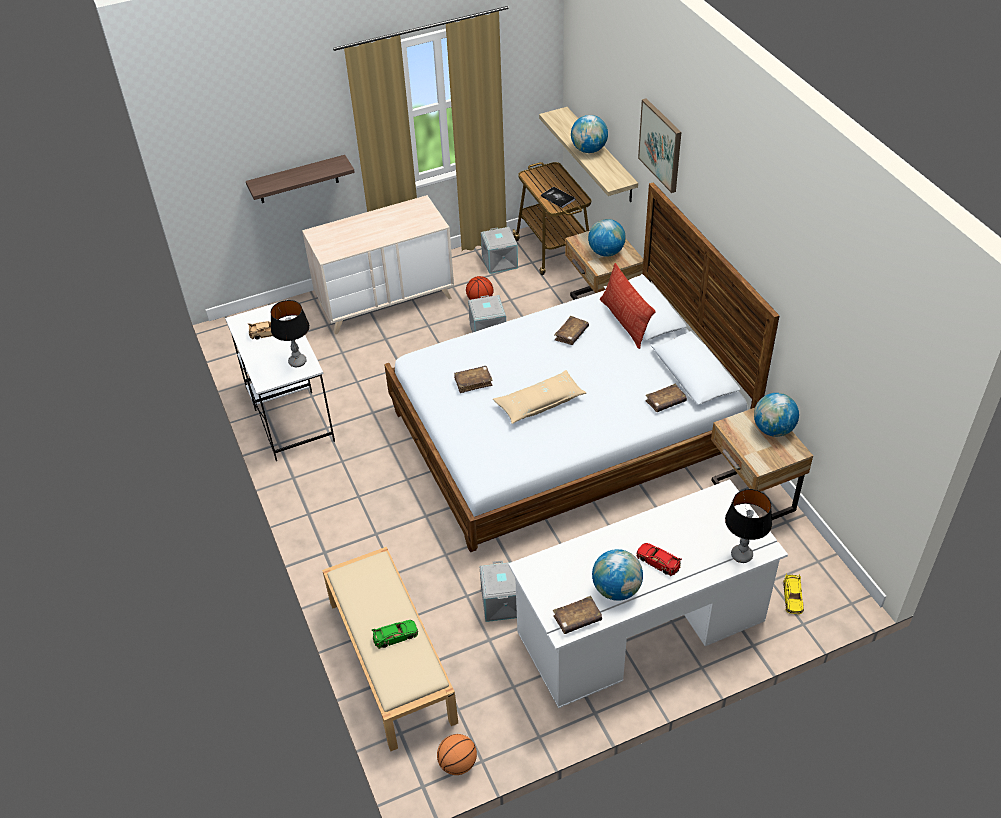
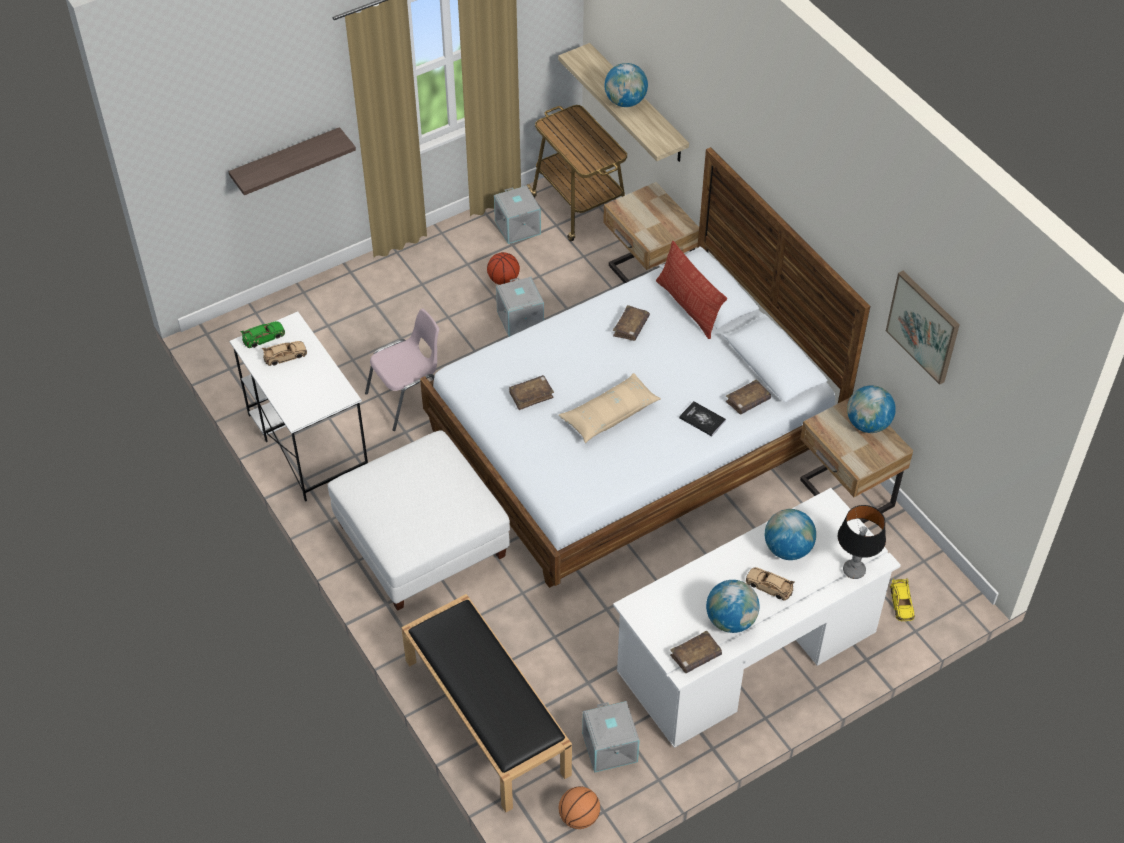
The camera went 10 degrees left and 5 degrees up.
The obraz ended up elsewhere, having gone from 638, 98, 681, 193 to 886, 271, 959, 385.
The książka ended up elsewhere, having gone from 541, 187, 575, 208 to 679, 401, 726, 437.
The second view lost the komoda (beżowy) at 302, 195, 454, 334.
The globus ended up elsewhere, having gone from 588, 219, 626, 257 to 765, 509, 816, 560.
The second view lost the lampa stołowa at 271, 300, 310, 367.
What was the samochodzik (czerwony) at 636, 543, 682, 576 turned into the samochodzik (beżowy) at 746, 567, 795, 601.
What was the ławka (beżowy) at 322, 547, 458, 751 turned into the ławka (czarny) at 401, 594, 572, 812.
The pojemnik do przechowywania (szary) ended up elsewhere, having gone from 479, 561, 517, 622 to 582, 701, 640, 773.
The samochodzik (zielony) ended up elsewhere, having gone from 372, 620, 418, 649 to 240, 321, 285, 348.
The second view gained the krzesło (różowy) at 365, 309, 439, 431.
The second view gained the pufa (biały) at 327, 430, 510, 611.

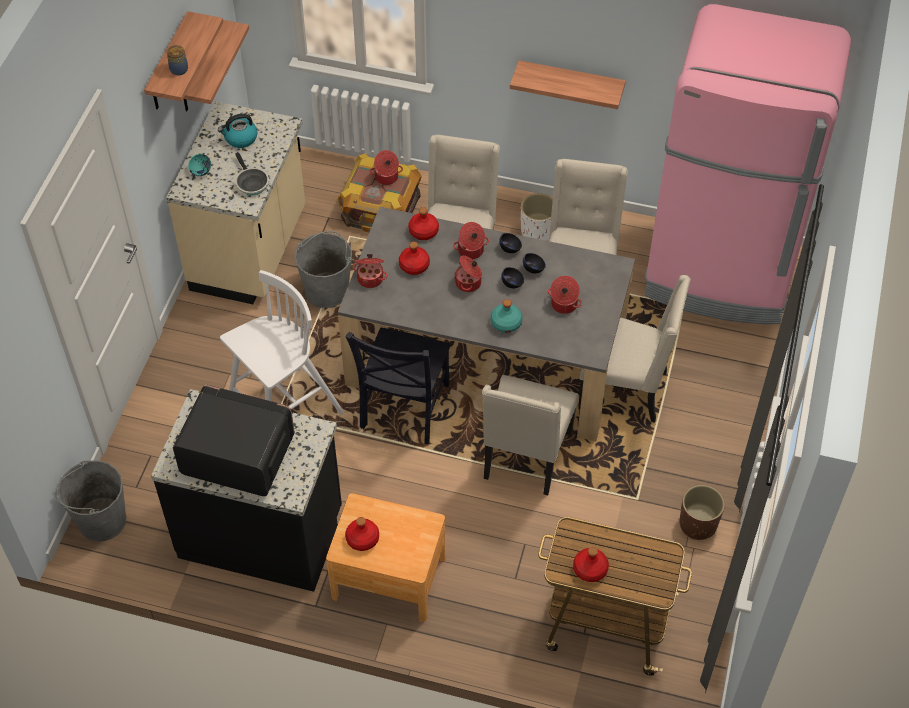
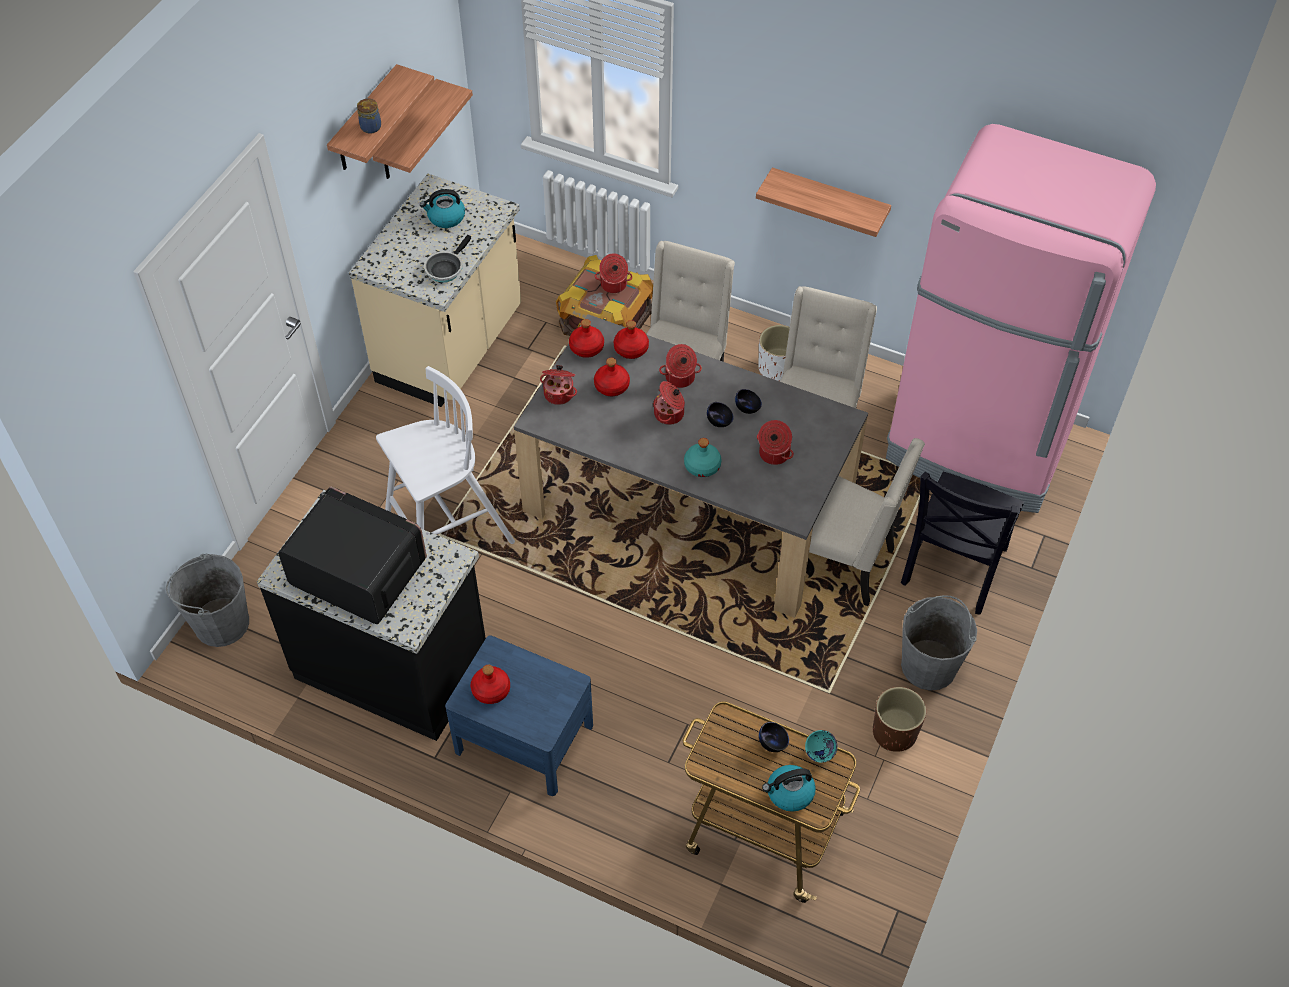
The camera went 10 degrees right and 0 degrees up.
The patelnia at 235, 152, 269, 195 ended up facing another way, 45 degrees clockwise from before.
The miska (turkusowy) ended up elsewhere, having gone from 188, 154, 211, 176 to 805, 730, 837, 763.
The wiadro (szary) ended up elsewhere, having gone from 294, 231, 352, 308 to 901, 595, 977, 691.
The miska (czarny) ended up elsewhere, having gone from 499, 233, 522, 253 to 759, 722, 789, 752.
The krzesło (czarny) ended up elsewhere, having gone from 345, 327, 451, 444 to 901, 472, 1024, 615.
The second view lost the krzesło (beżowy) at 482, 375, 578, 496.
What was the szafka nocna (brązowy) at 326, 493, 445, 622 turned into the szafka nocna (niebieski) at 445, 636, 593, 796.
The butelka (czerwony) ended up elsewhere, having gone from 573, 547, 609, 582 to 569, 319, 604, 358.
The second view gained the czajnik at 762, 765, 816, 812.

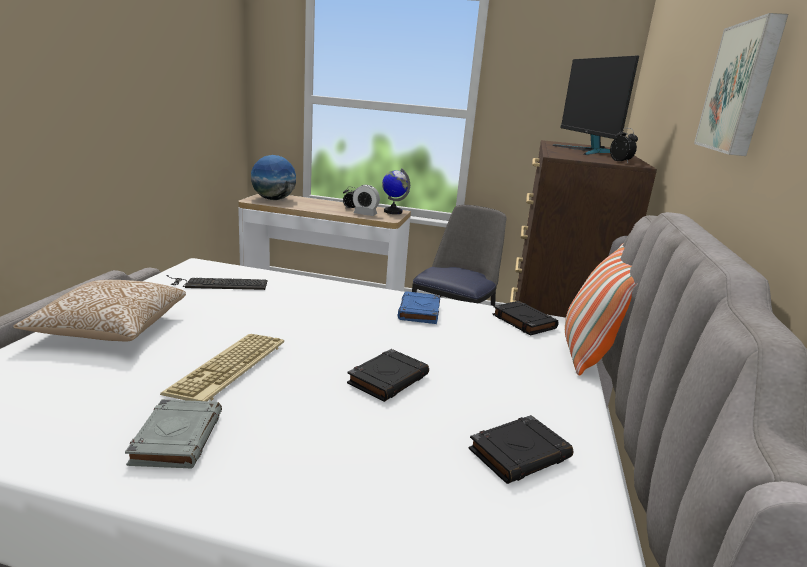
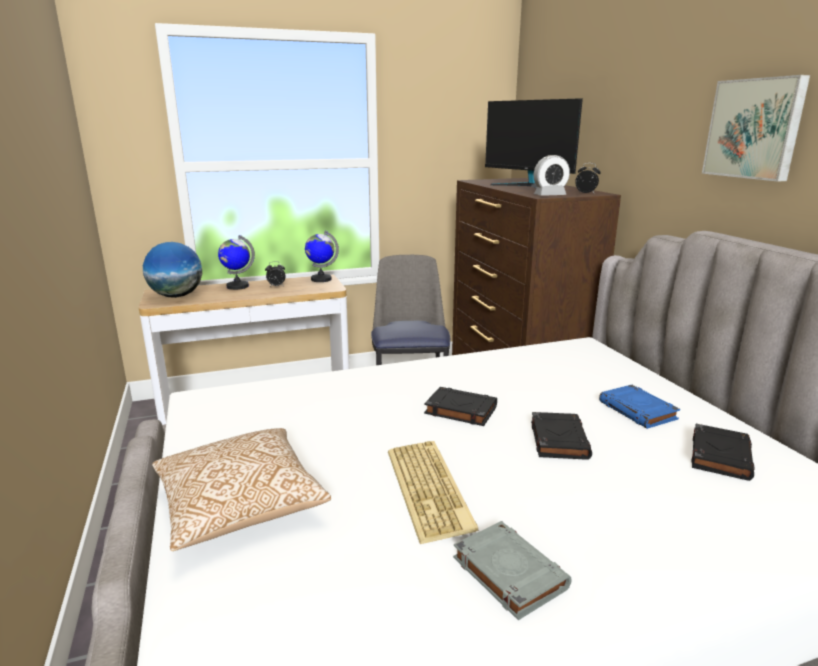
The camera went 30 degrees left and 0 degrees up.
The budzik ended up elsewhere, having gone from 353, 185, 380, 216 to 534, 155, 570, 196.
The second view lost the poduszka at 565, 244, 638, 376.
The second view lost the klawiatura at 166, 275, 267, 290.
The książka (niebieski) ended up elsewhere, having gone from 398, 291, 440, 324 to 599, 385, 680, 429.
The książka (czarny) ended up elsewhere, having gone from 492, 301, 559, 336 to 424, 387, 497, 426.
The second view gained the globus at 218, 235, 255, 290.

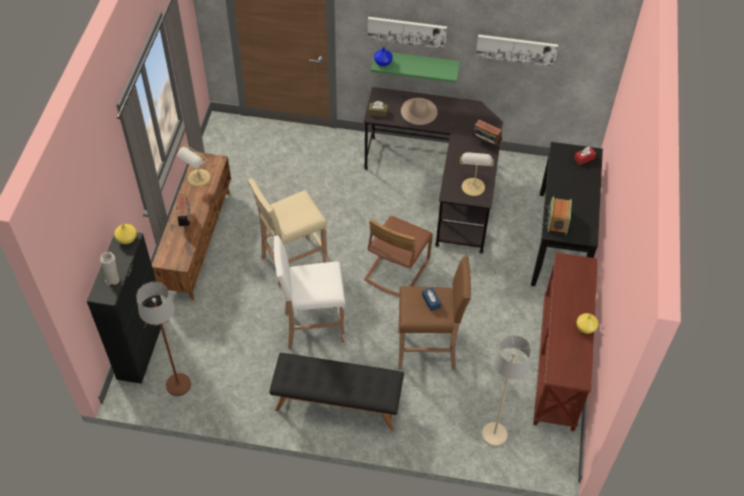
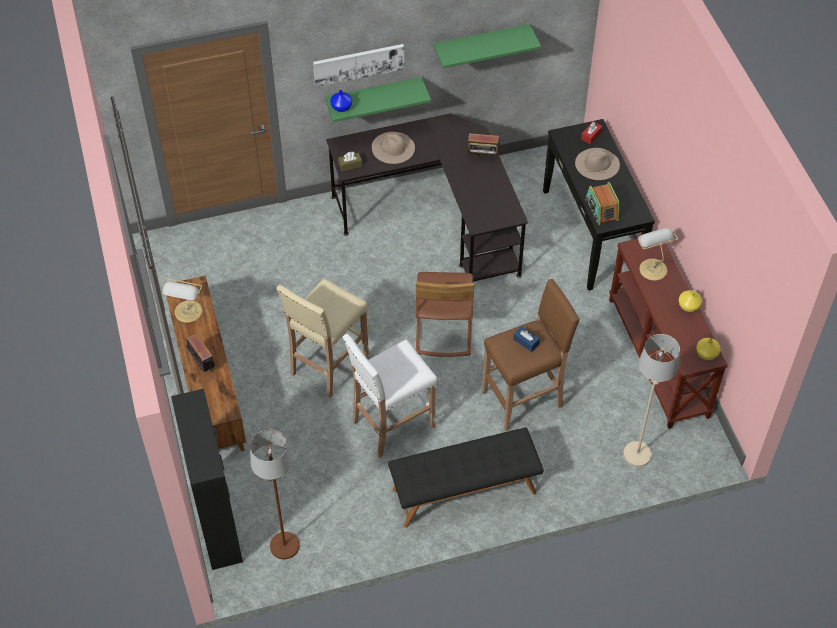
The camera went 25 degrees left and 0 degrees up.
Where the obraz hung at 475, 34, 558, 67, the półka (zielony) came to hang at 434, 24, 541, 69.
The lampa stołowa ended up elsewhere, having gone from 460, 152, 494, 196 to 638, 228, 678, 281.
The wazon (żółty) ended up elsewhere, having gone from 114, 224, 137, 244 to 696, 338, 721, 360.
The second view lost the wazon (biały) at 100, 252, 120, 285.
The second view gained the kapelusz (beżowy) at 575, 148, 620, 180.

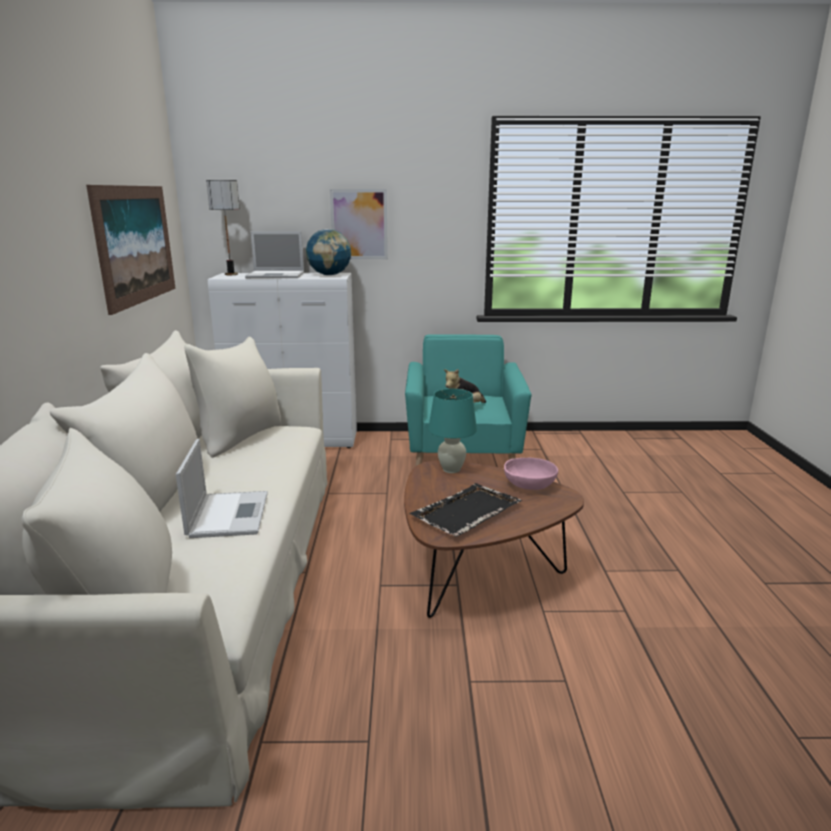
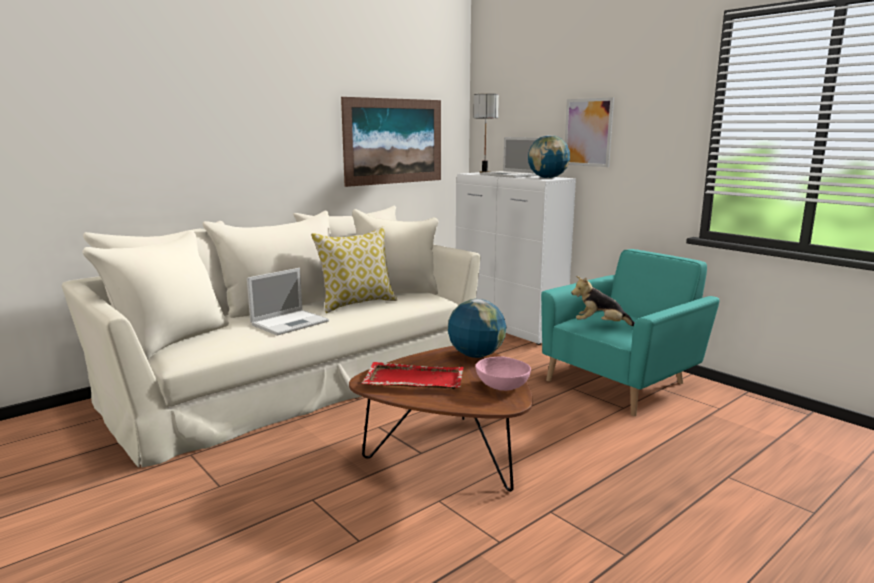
The camera went 50 degrees right and 5 degrees down.
Where the lampa stołowa (turkusowy) stood at 428, 389, 477, 473, the globus came to stand at 448, 299, 506, 358.
What was the taca (czarny) at 409, 483, 522, 537 turned into the taca (czerwony) at 362, 362, 464, 389.
The second view gained the poduszka at 311, 226, 397, 313.

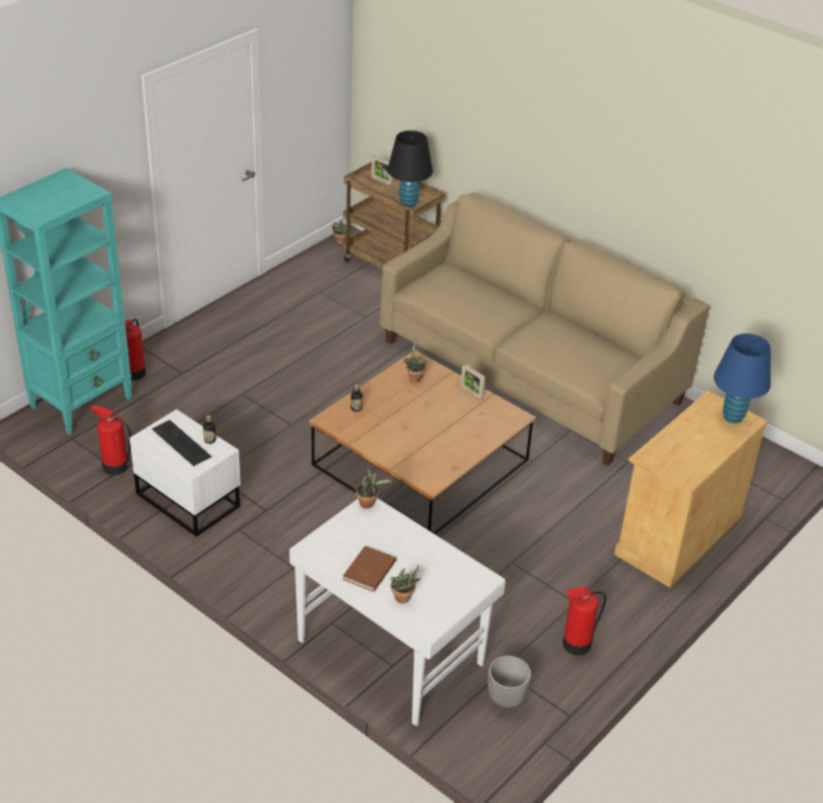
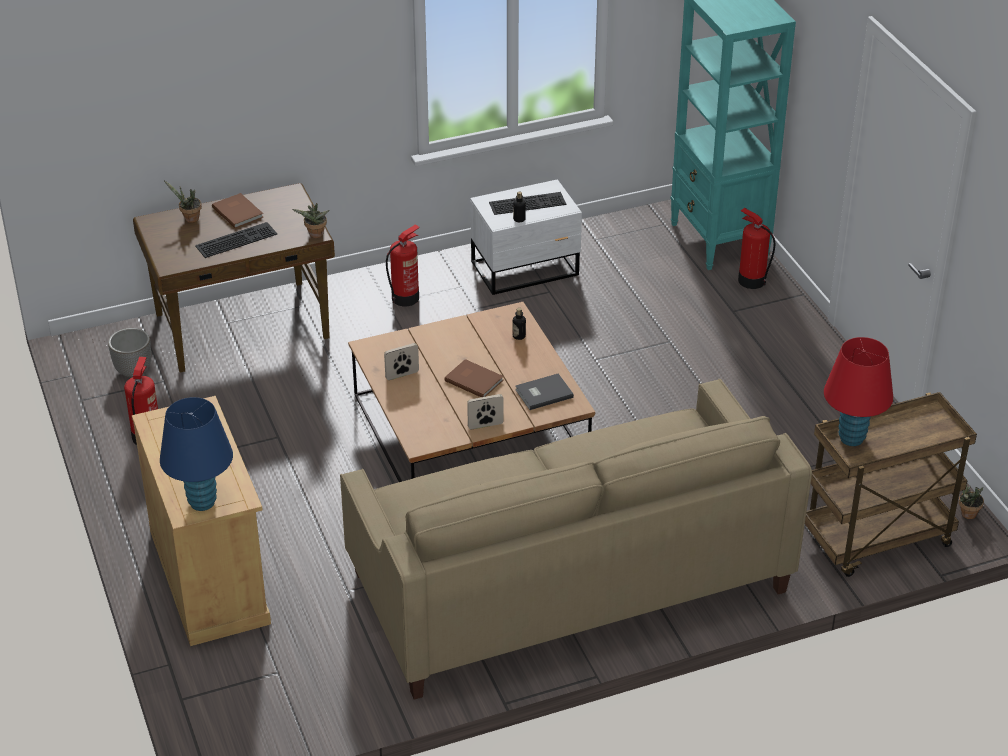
The camera went 120 degrees right and 0 degrees up.
What was the lampa stołowa (czarny) at 387, 130, 433, 208 turned into the lampa stołowa (czerwony) at 824, 337, 893, 446.
The ramka na zdjęcie ended up elsewhere, having gone from 371, 155, 393, 185 to 384, 343, 419, 380.
Where the roślina doniczkowa stood at 402, 338, 427, 382, the książka (szary) came to stand at 515, 373, 574, 410.
The gaśnica ended up elsewhere, having gone from 90, 405, 131, 475 to 386, 224, 420, 306.
What was the biurko (biały) at 289, 498, 506, 727 turned into the biurko (brązowy) at 133, 183, 335, 373.
The second view gained the klawiatura at 195, 222, 277, 258.
The second view gained the książka (brązowy) at 444, 359, 504, 397.

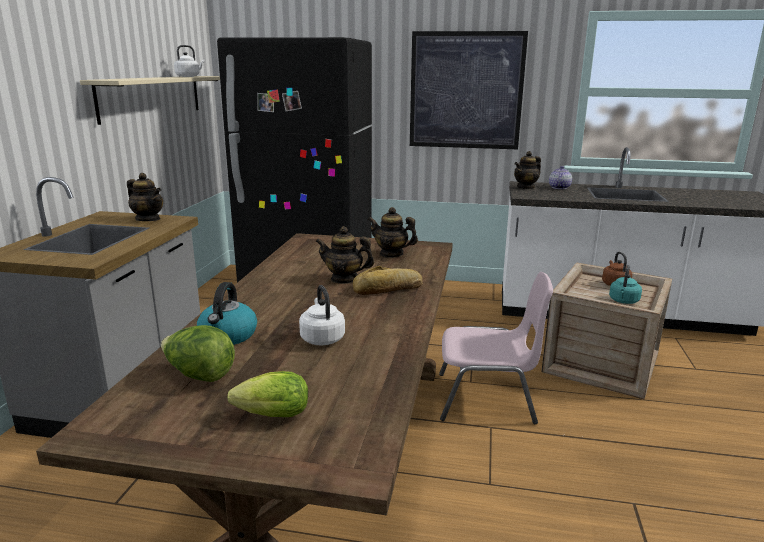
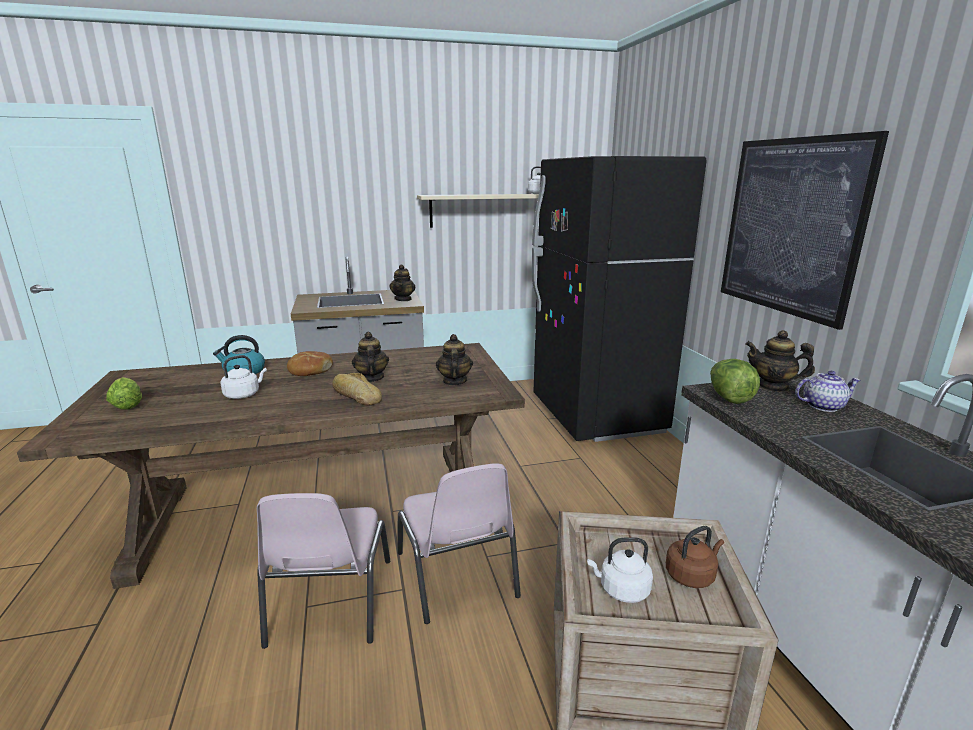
The camera went 65 degrees right and 0 degrees up.
What was the czajnik (turkusowy) at 609, 265, 642, 304 turned into the czajnik (biały) at 587, 537, 653, 603.
The sałata ended up elsewhere, having gone from 161, 325, 235, 382 to 710, 359, 760, 404.
The second view gained the chleb at 287, 351, 333, 376.
The second view gained the krzesło (różowy) at 257, 493, 390, 649.

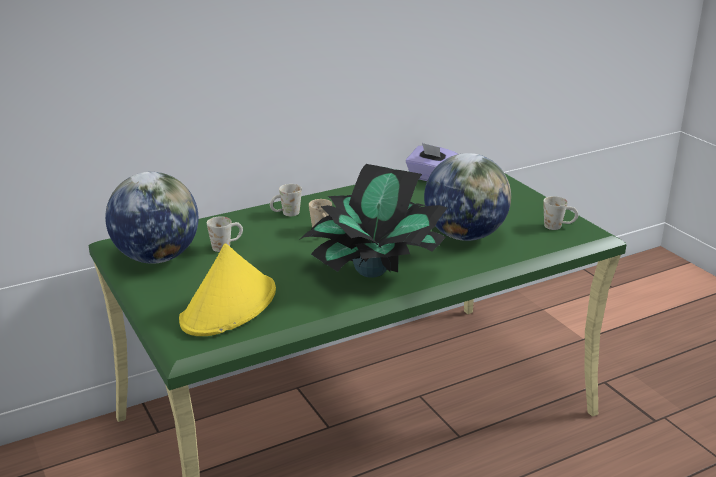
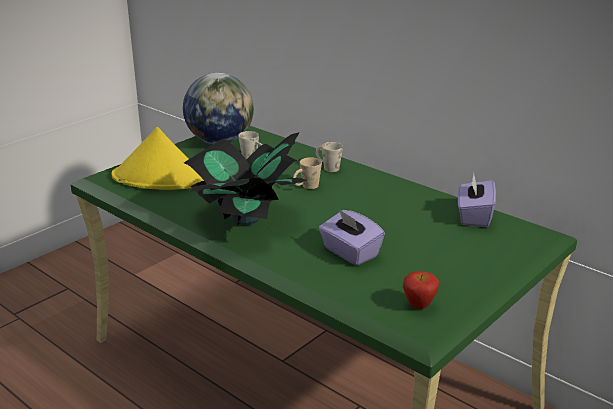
The camera went 70 degrees right and 0 degrees up.
Where the globus stood at 424, 153, 511, 241, the pudełko chusteczek (fioletowy) came to stand at 319, 209, 385, 266.
Where the kubek (biały) stood at 543, 196, 578, 230, the jabłko came to stand at 403, 271, 439, 309.

